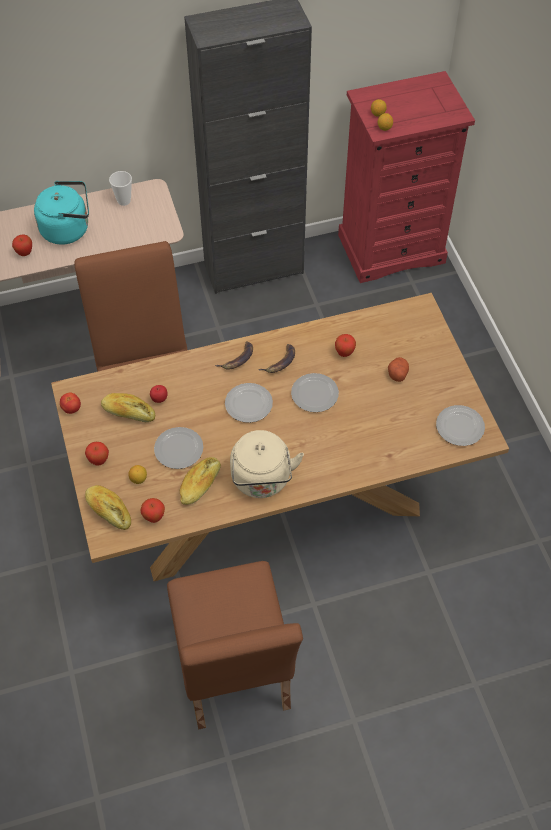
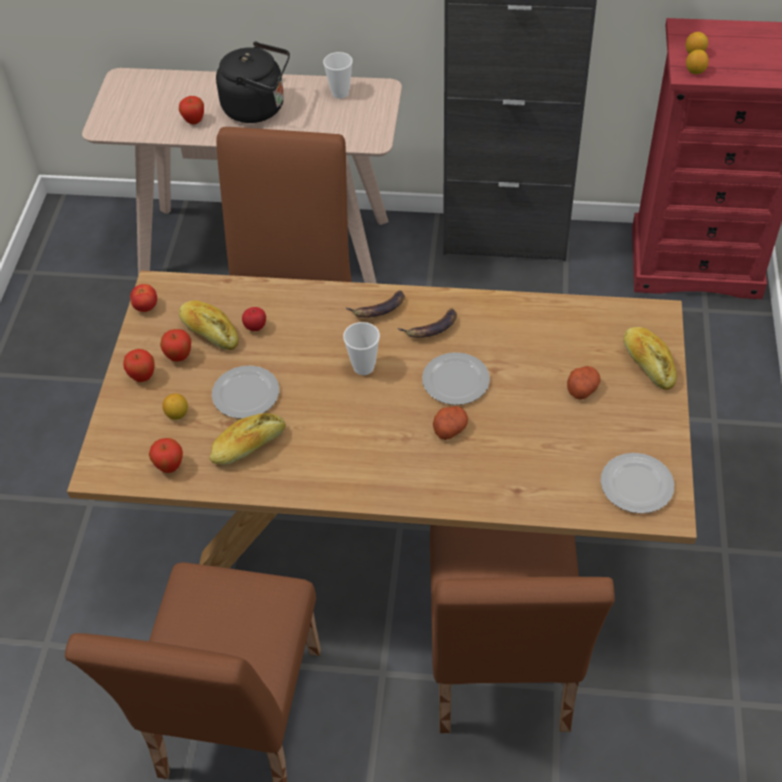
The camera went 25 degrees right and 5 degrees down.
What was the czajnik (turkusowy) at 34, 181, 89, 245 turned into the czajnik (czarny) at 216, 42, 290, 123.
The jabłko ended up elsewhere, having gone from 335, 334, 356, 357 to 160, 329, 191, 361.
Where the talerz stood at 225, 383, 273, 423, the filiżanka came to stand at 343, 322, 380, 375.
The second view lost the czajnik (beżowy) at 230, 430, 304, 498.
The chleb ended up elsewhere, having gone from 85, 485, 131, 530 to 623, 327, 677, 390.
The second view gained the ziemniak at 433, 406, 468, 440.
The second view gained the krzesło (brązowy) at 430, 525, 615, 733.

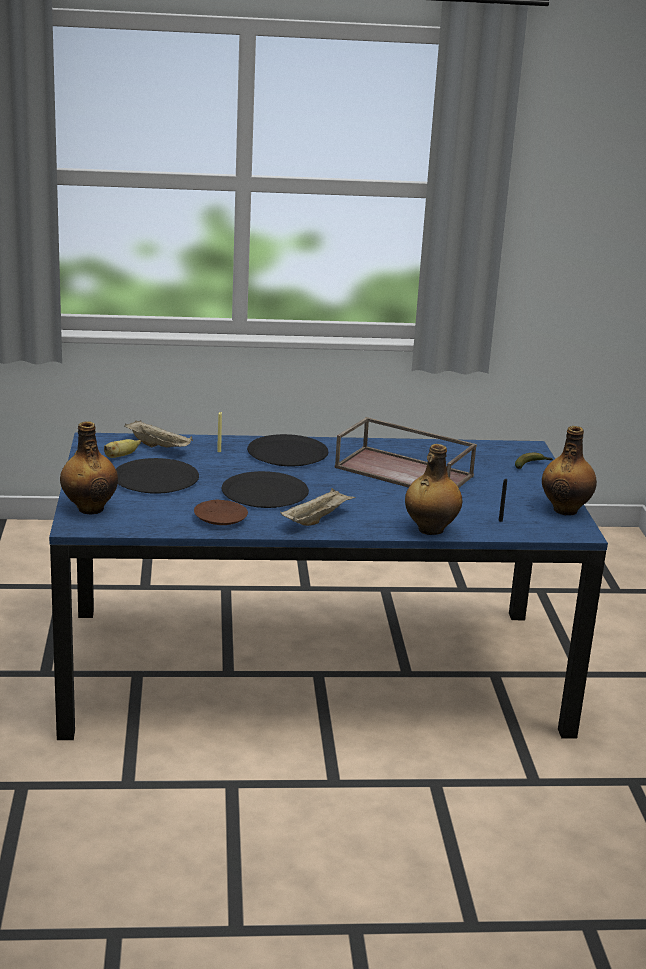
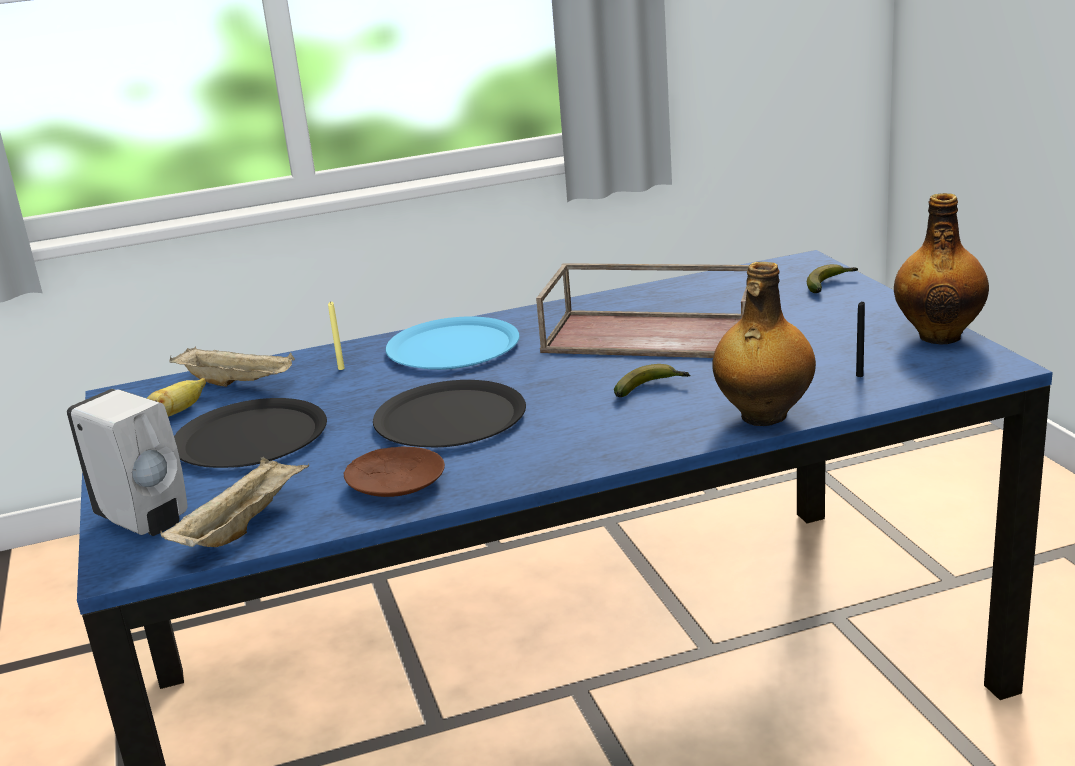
The camera went 10 degrees left and 0 degrees up.
Where the butelka stood at 60, 421, 118, 514, the dozownik mydła (biały) came to stand at 67, 389, 188, 536.
What was the talerz (czarny) at 247, 434, 328, 466 turned into the talerz (niebieski) at 386, 316, 520, 370.
The taca (beżowy) ended up elsewhere, having gone from 280, 488, 355, 526 to 160, 457, 309, 547.
The second view gained the banan at 614, 364, 691, 397.

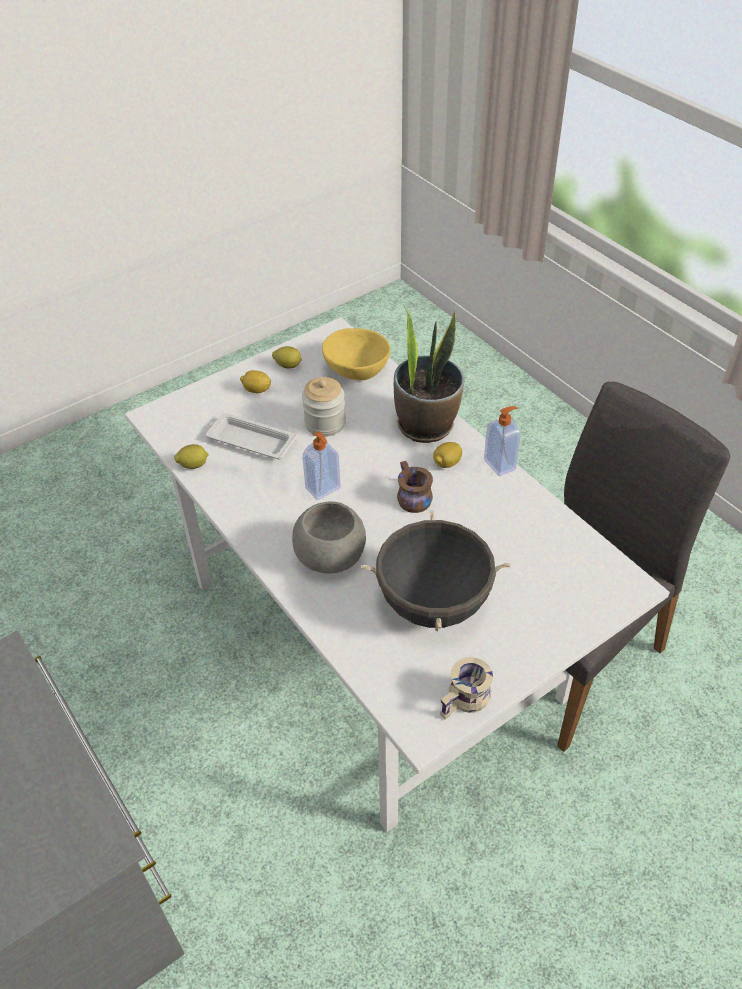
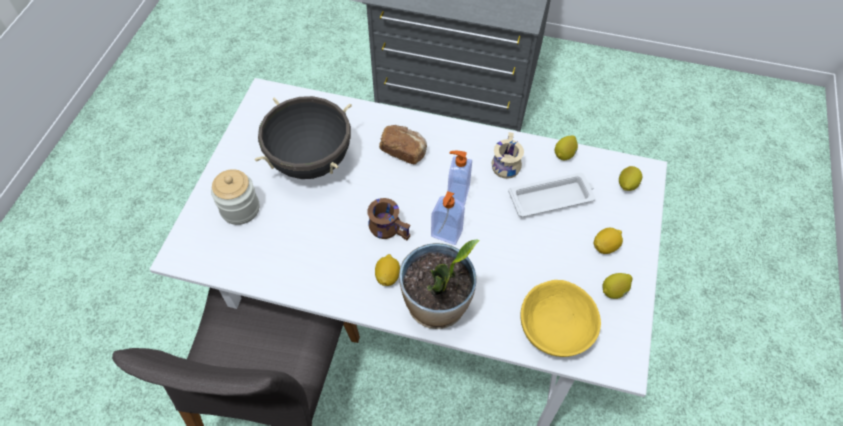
The camera went 140 degrees right and 10 degrees up.
The słoik ended up elsewhere, having gone from 302, 377, 346, 437 to 211, 169, 259, 225.
The dozownik mydła ended up elsewhere, having gone from 484, 406, 520, 477 to 431, 191, 465, 245.
Where the miska (szary) stood at 292, 501, 366, 573, the chleb came to stand at 379, 125, 427, 164.
The kubek (beżowy) ended up elsewhere, having gone from 440, 657, 493, 720 to 491, 132, 524, 179.
The second view gained the cytryna at 619, 166, 642, 191.

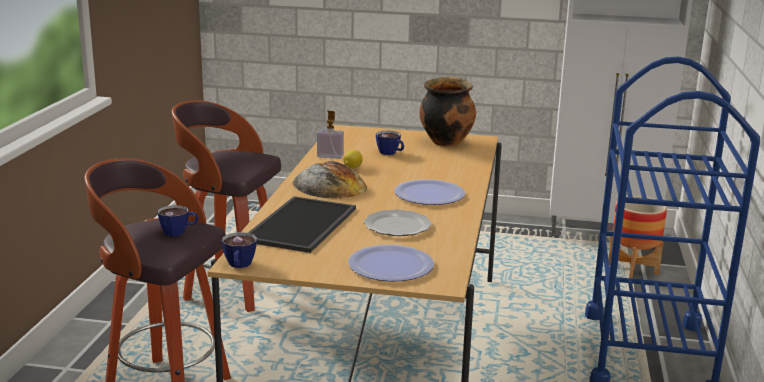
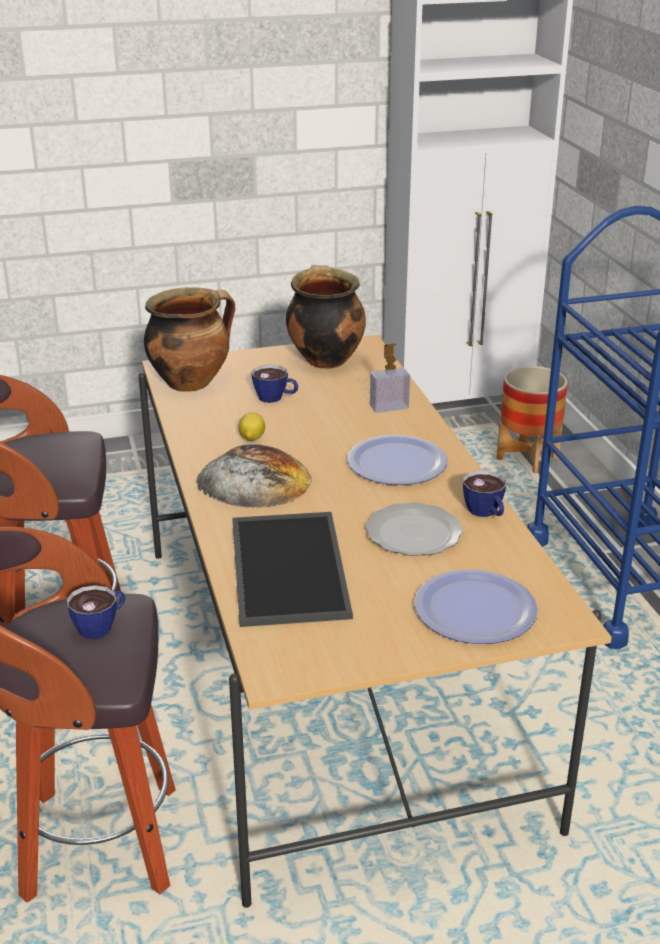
The camera went 25 degrees left and 10 degrees up.
The dozownik mydła ended up elsewhere, having gone from 317, 111, 344, 159 to 370, 344, 410, 413.
The filiżanka ended up elsewhere, having gone from 222, 232, 257, 268 to 463, 471, 506, 517.
The second view gained the garnek at 144, 287, 235, 392.

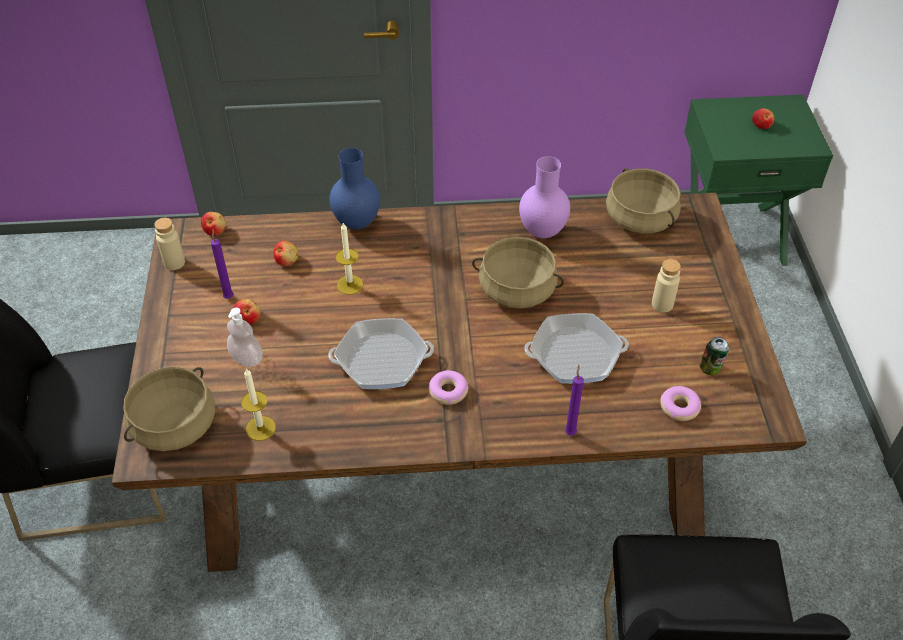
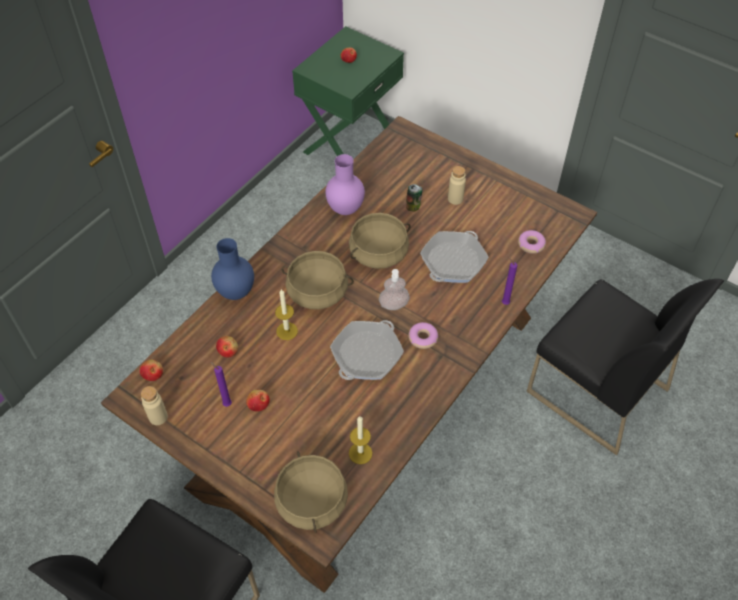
The camera went 50 degrees left and 5 degrees up.
The garnek (beżowy) ended up elsewhere, having gone from 606, 168, 681, 234 to 282, 251, 354, 309.
The dozownik mydła ended up elsewhere, having gone from 227, 308, 263, 367 to 379, 269, 410, 310.
The puszka ended up elsewhere, having gone from 699, 337, 729, 375 to 406, 184, 422, 212.

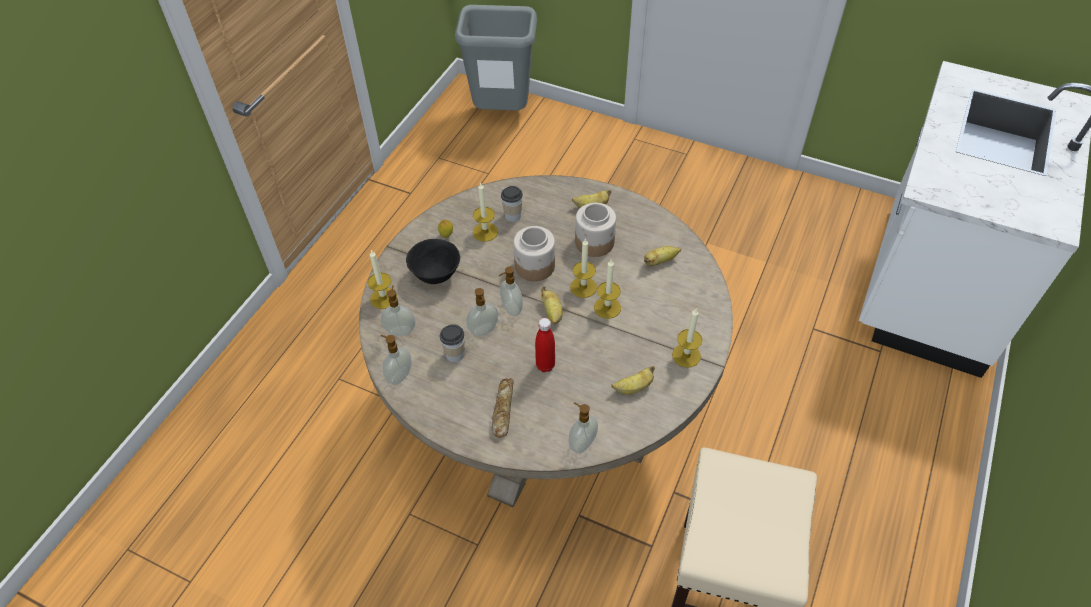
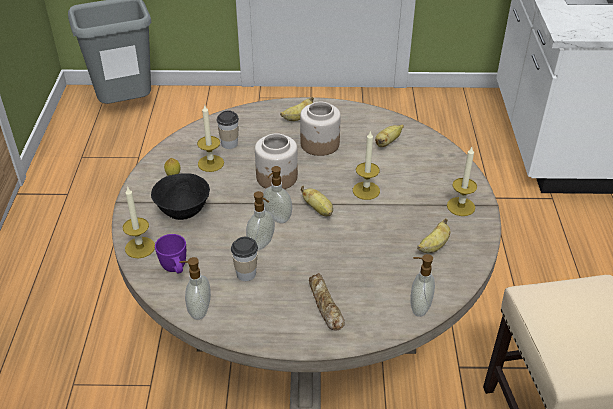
The camera went 25 degrees left and 10 degrees down.
The second view lost the świeca at 570, 238, 597, 298.
Where the dozownik mydła stood at 381, 285, 415, 336, the kubek (fioletowy) came to stand at 155, 234, 186, 273.
The second view lost the butelka (czerwony) at 535, 318, 555, 372.

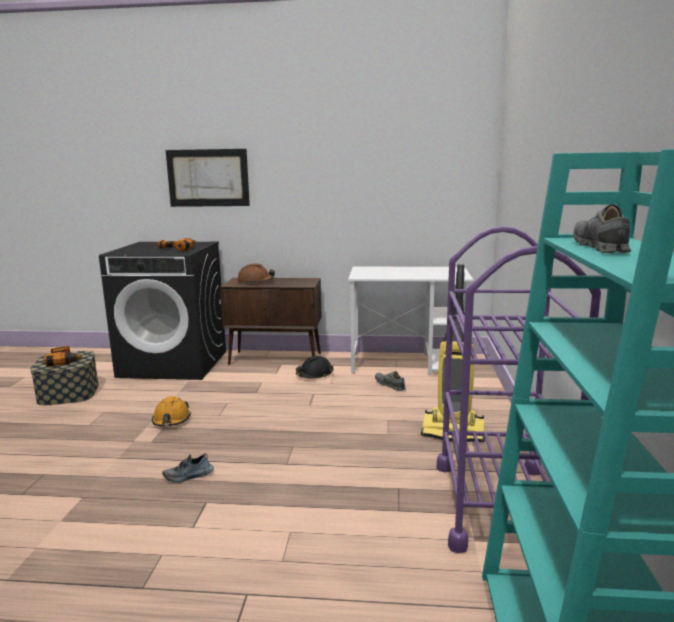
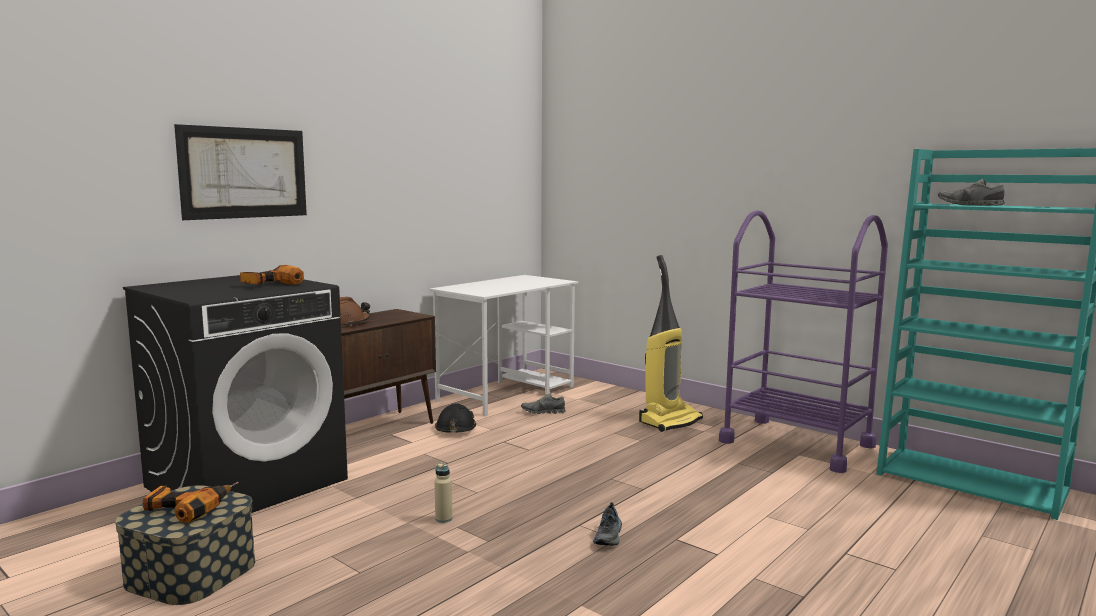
The camera went 55 degrees left and 5 degrees down.
Where the kask (pomarańczowy) stood at 152, 396, 191, 426, the butelka (beżowy) came to stand at 434, 463, 453, 523.

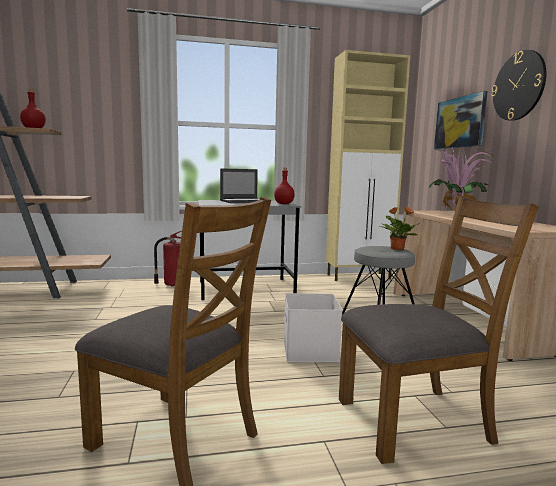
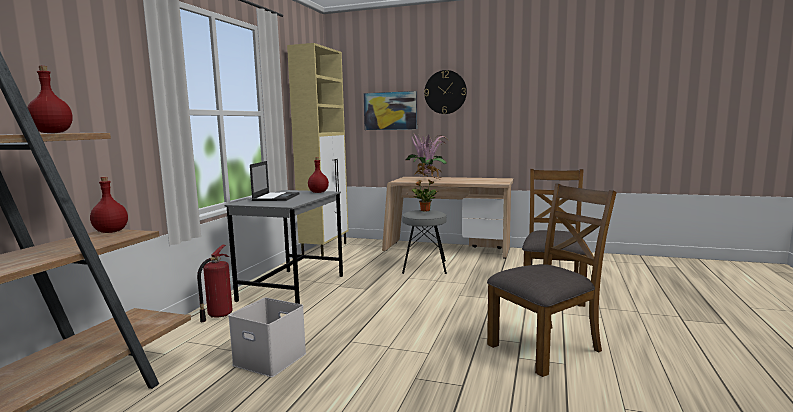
The camera went 60 degrees left and 0 degrees up.
The pojemnik do przechowywania (biały) ended up elsewhere, having gone from 284, 293, 343, 362 to 228, 298, 306, 377.
The second view gained the butelka (czerwony) at 90, 177, 128, 233.

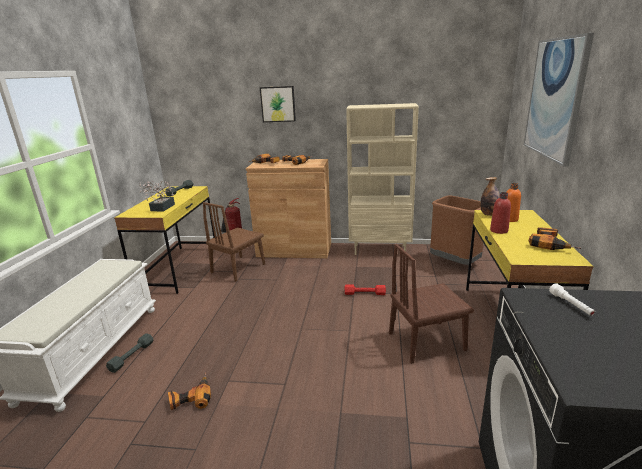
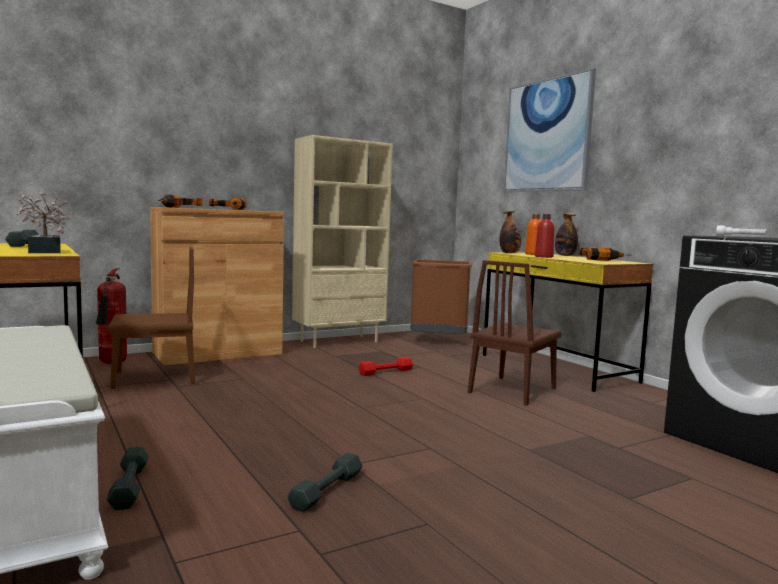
The camera went 40 degrees left and 15 degrees down.
The second view lost the obraz at 260, 86, 296, 122.
The krzesło (brązowy) at 203, 202, 266, 282 ended up facing another way, 105 degrees counterclockwise from before.
Where the wiertarka stood at 168, 372, 211, 410, the hantel (szary) came to stand at 287, 453, 363, 512.
The second view gained the butelka at 555, 213, 578, 256.

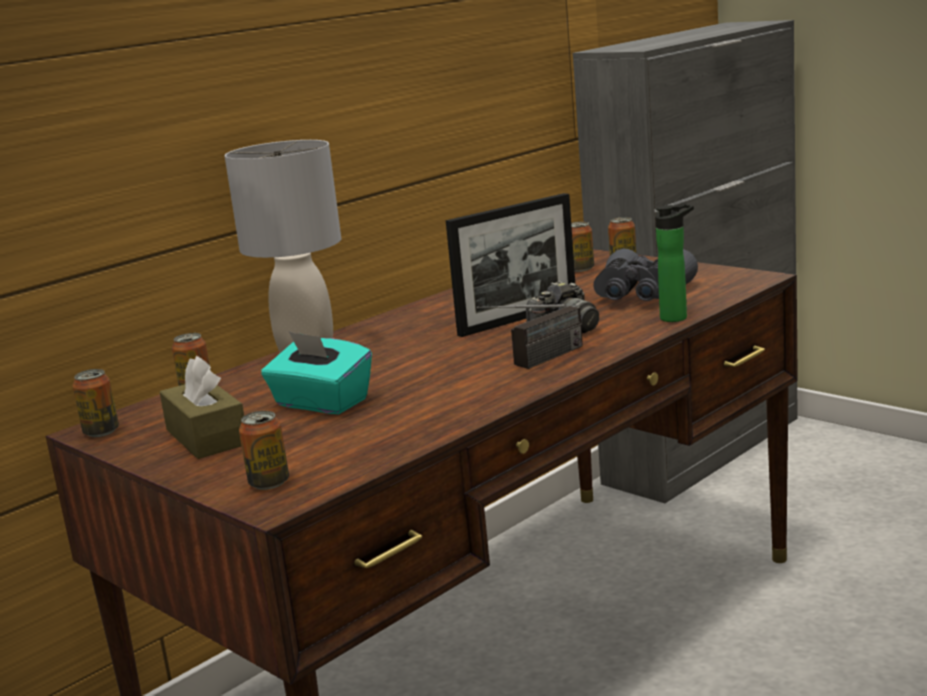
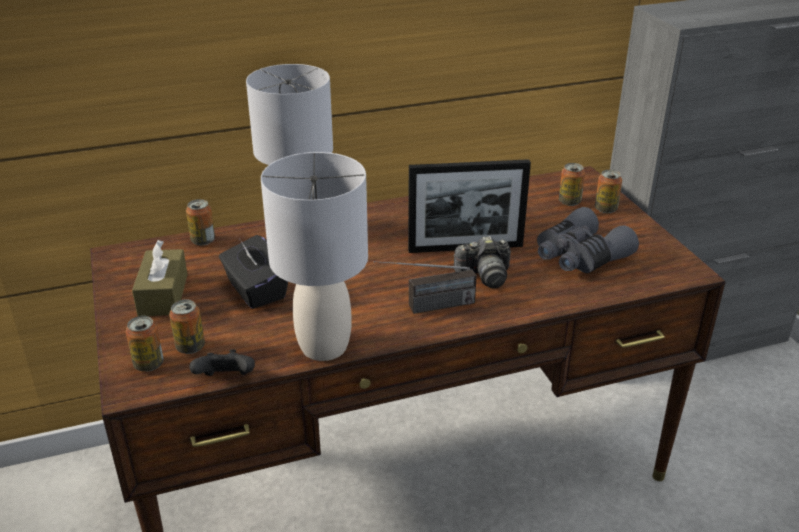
The camera went 25 degrees right and 15 degrees up.
The second view lost the butelka at 655, 203, 694, 322.
What was the pudełko chusteczek (turkusowy) at 261, 331, 372, 414 turned into the pudełko chusteczek (czarny) at 219, 235, 288, 309.
The puszka ended up elsewhere, having gone from 73, 369, 119, 437 to 169, 299, 205, 354.
The second view gained the lampa stołowa (szary) at 261, 152, 368, 361.
The second view gained the pad do gier (czarny) at 189, 350, 255, 376.

